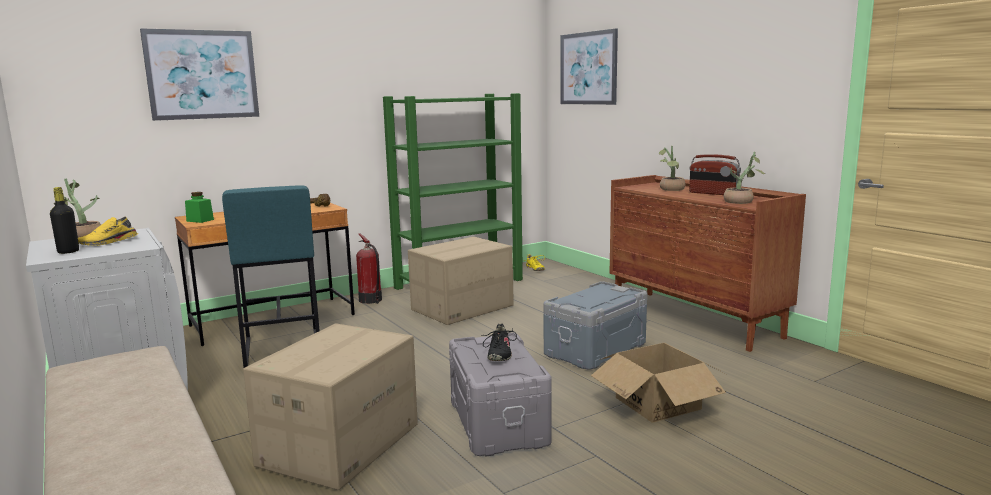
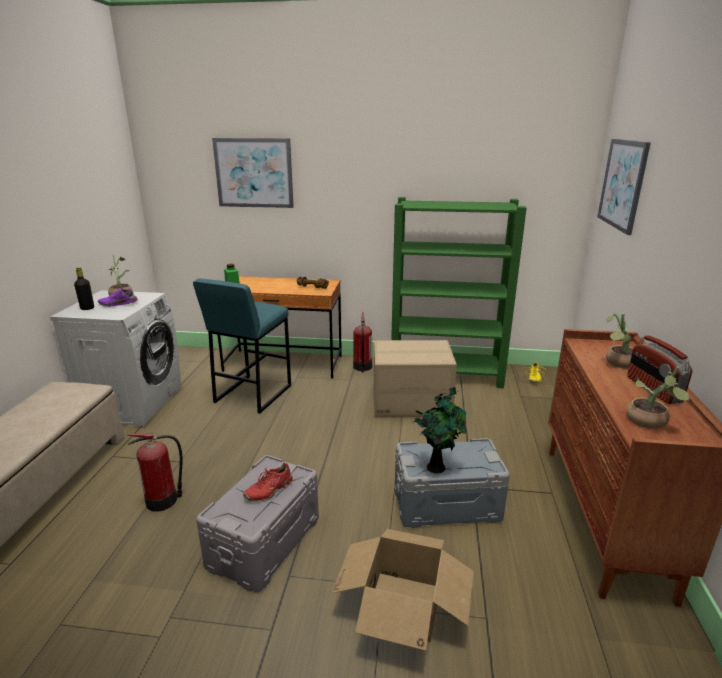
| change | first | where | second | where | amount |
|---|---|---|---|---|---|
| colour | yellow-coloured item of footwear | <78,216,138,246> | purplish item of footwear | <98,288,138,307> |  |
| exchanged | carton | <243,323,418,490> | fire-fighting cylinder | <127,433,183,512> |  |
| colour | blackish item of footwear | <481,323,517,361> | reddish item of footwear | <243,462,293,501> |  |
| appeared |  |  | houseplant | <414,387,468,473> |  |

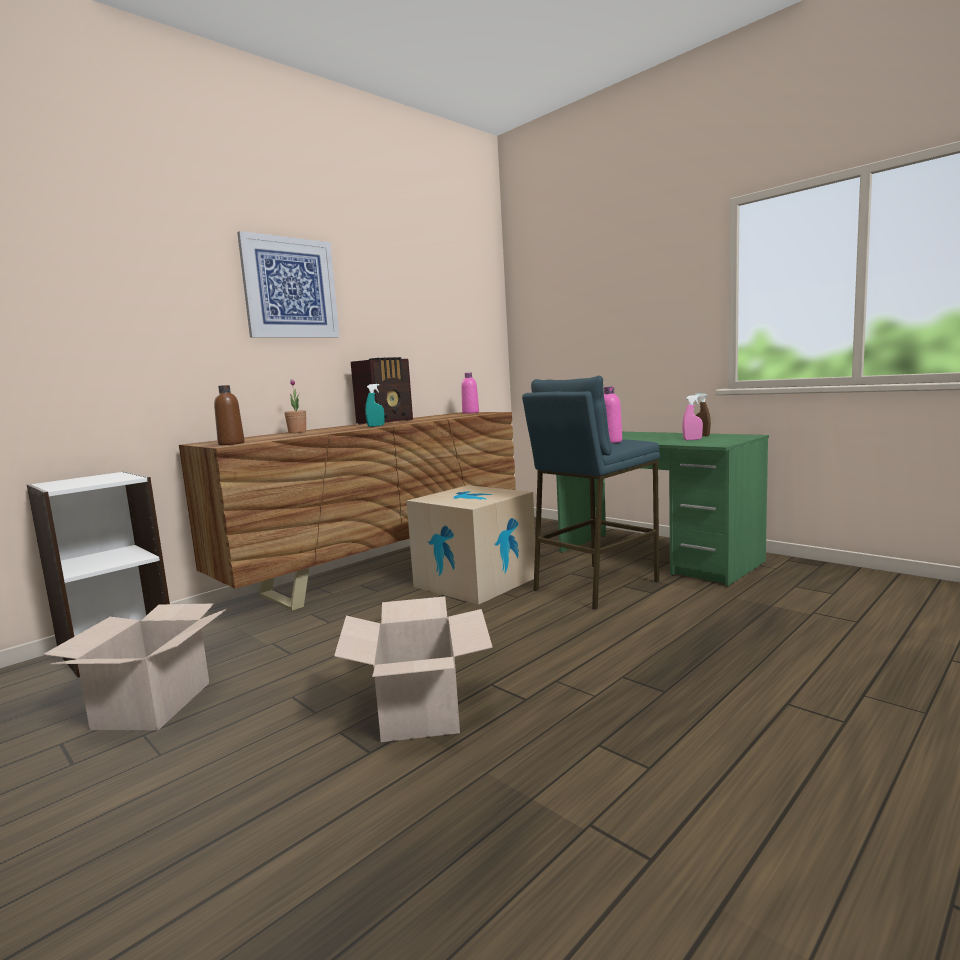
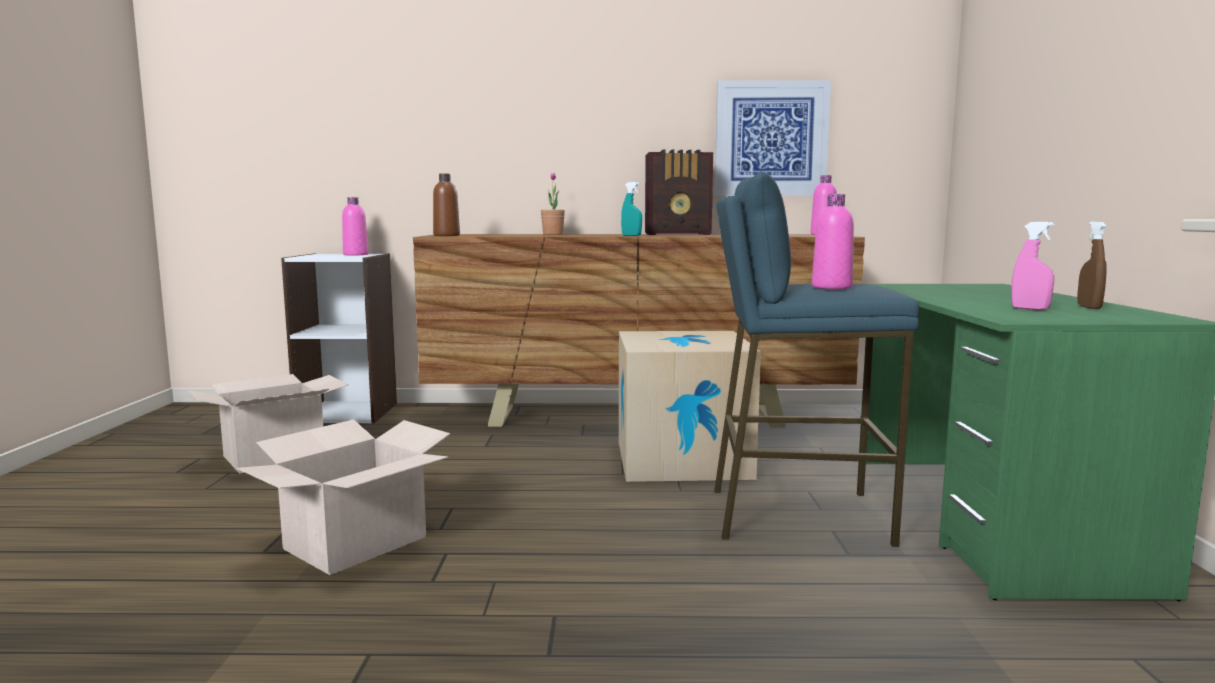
| change | first | where | second | where | amount |
|---|---|---|---|---|---|
| relocated | wall art | <237,231,339,338> |  | <715,80,831,196> |  |
| appeared |  |  | pinkish drink bottle | <342,197,369,255> |  |

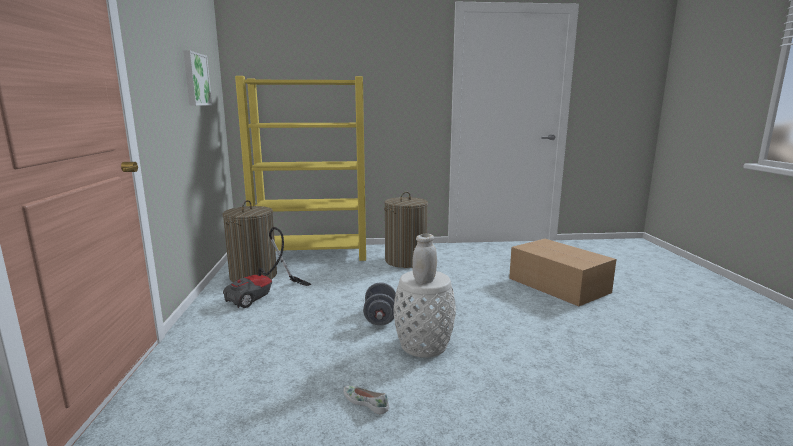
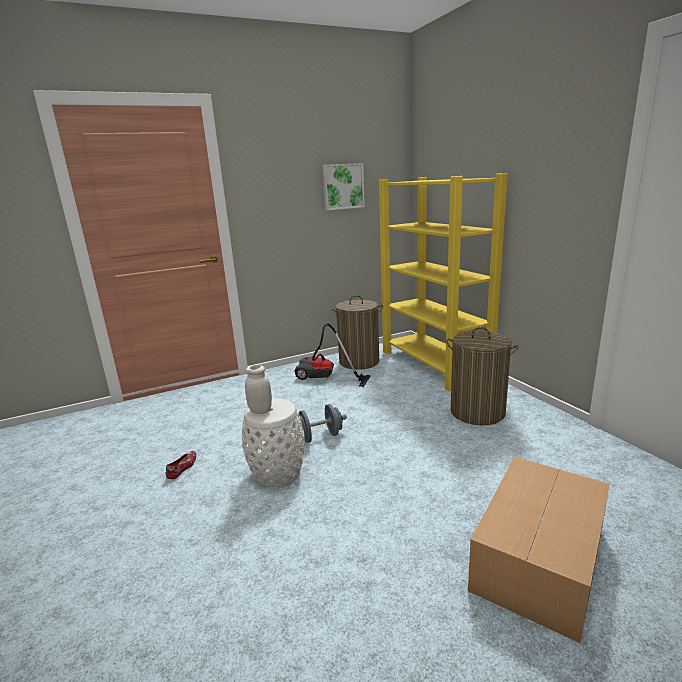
| change | first | where | second | where | amount |
|---|---|---|---|---|---|
| colour | whitish item of footwear | <343,385,389,414> | reddish item of footwear | <166,451,196,479> |  |

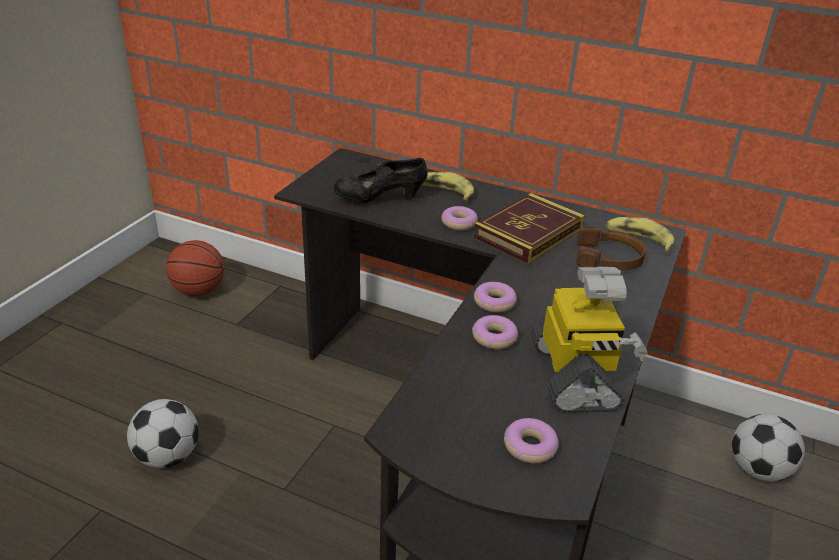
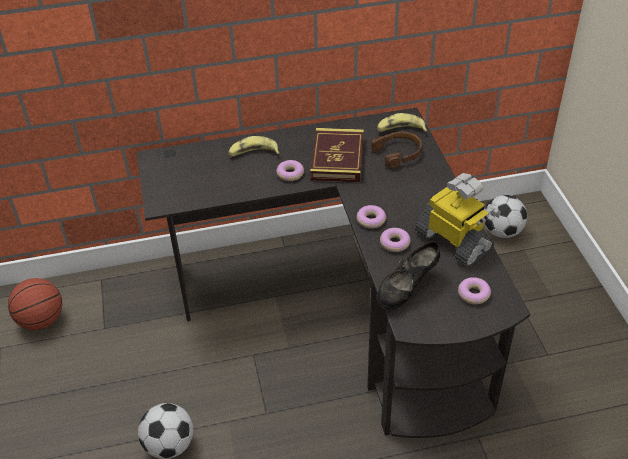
| change | first | where | second | where | amount |
|---|---|---|---|---|---|
| relocated | blackish item of footwear | <334,158,428,203> |  | <376,241,440,309> |  |

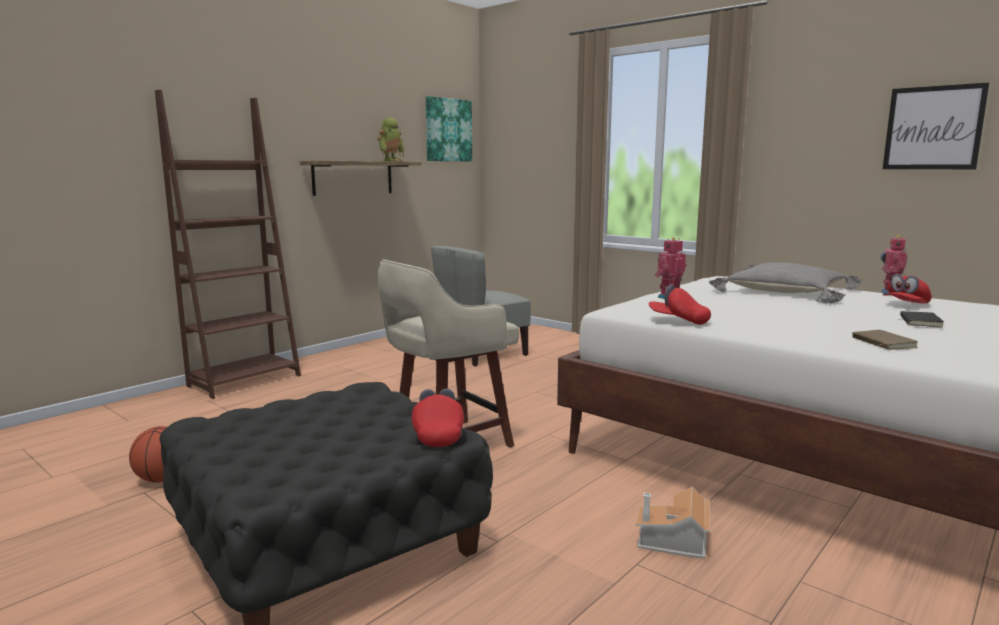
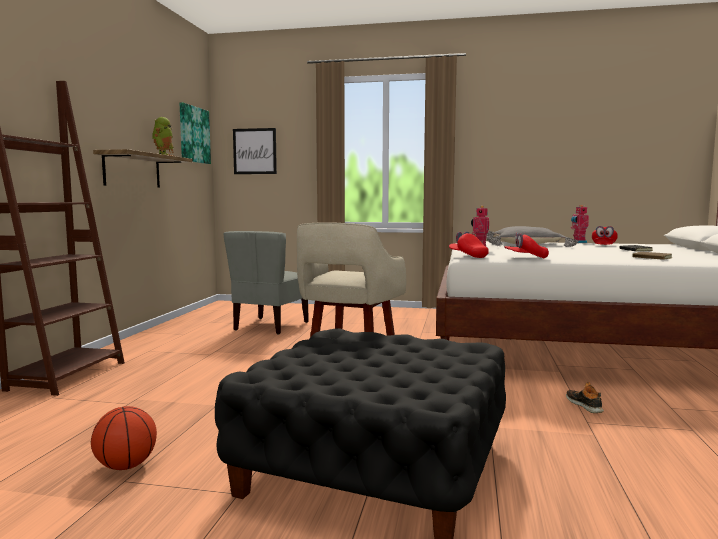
| change | first | where | second | where | amount |
|---|---|---|---|---|---|
| relocated | wall art | <883,83,990,169> |  | <233,128,277,174> |  |
| relocated | reddish peaked cap | <412,389,464,447> |  | <449,231,489,258> |  |
| exchanged | model house | <636,487,710,559> | item of footwear | <566,382,604,413> |  |

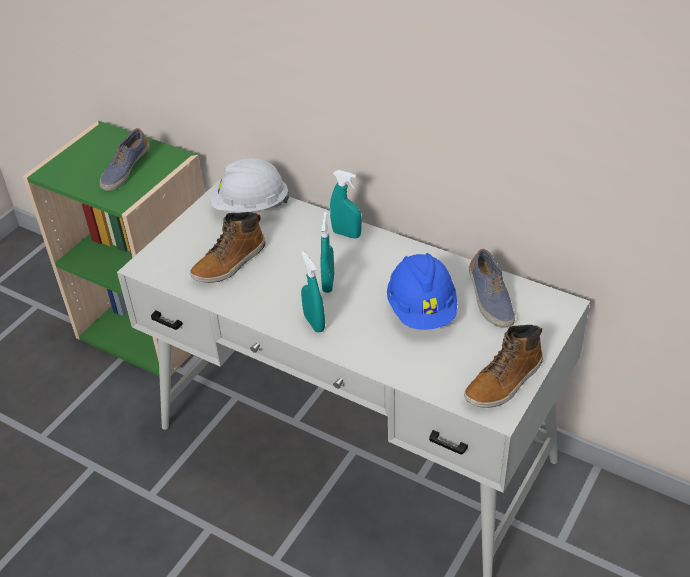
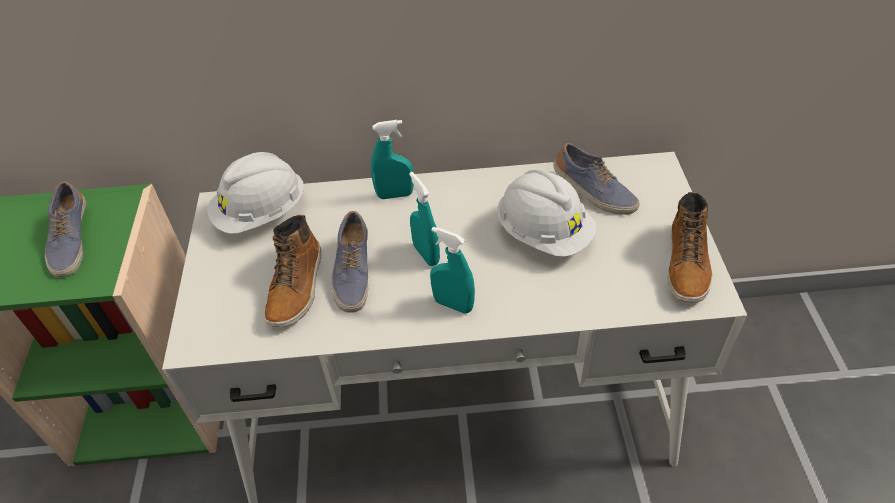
| change | first | where | second | where | amount |
|---|---|---|---|---|---|
| colour | blue hard hat | <387,253,457,330> | whitish hard hat | <497,170,597,257> |  |
| appeared |  |  | item of footwear | <331,211,368,313> |  |

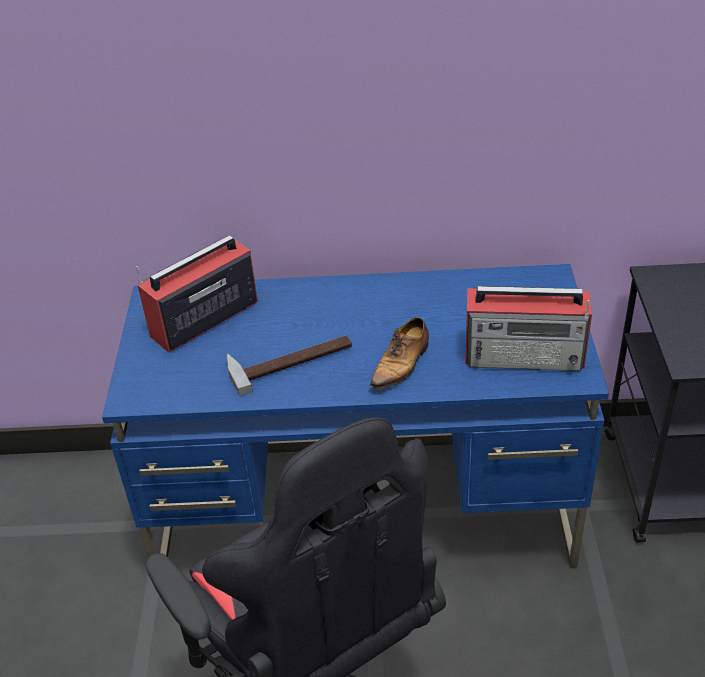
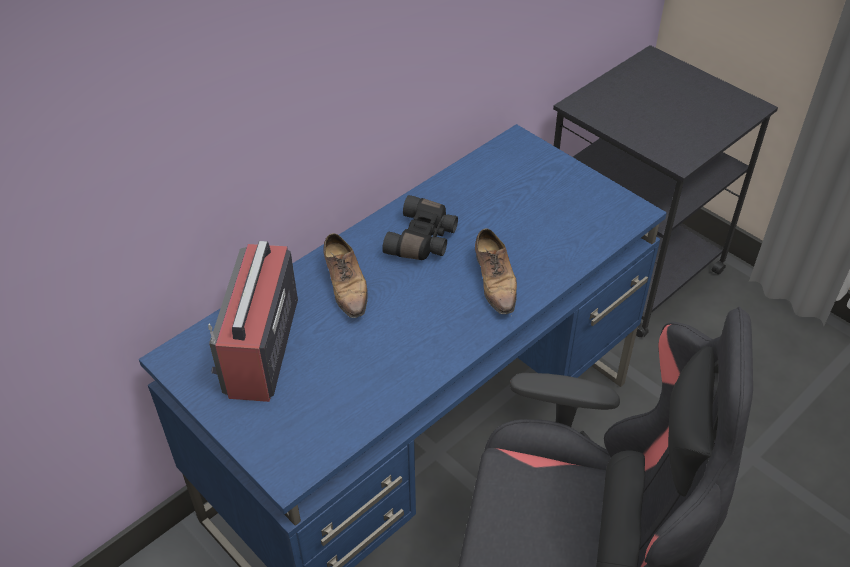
| change | first | where | second | where | amount |
|---|---|---|---|---|---|
| missing | radio | <465,286,592,371> |  |  |  |
| missing | hand hammer | <226,336,352,396> |  |  |  |
| appeared |  |  | blackish field glasses | <382,195,458,260> |  |
| appeared |  |  | item of footwear | <323,233,368,318> |  |

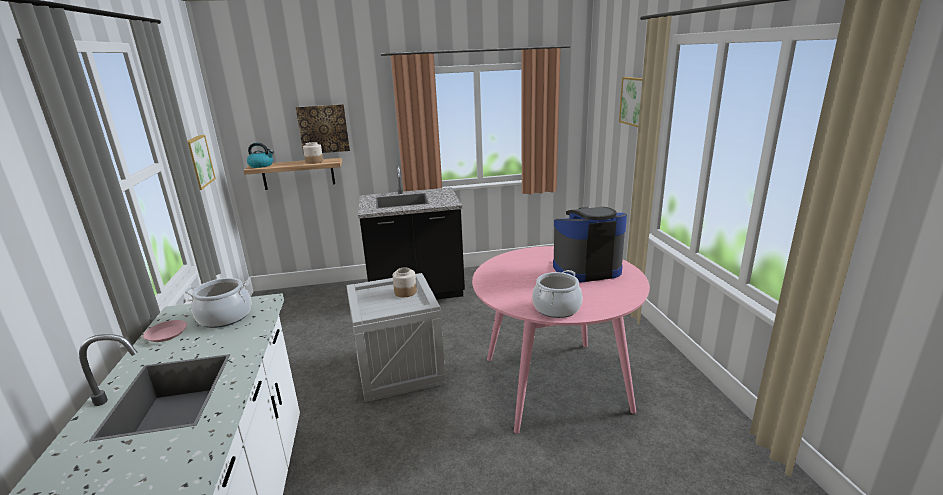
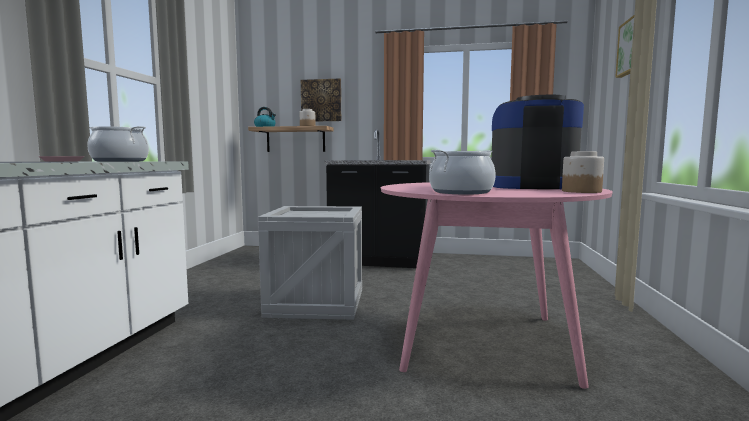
| change | first | where | second | where | amount |
|---|---|---|---|---|---|
| missing | wall art | <188,135,216,190> |  |  |  |
| relocated | jar | <393,268,417,297> |  | <562,151,604,193> |  |

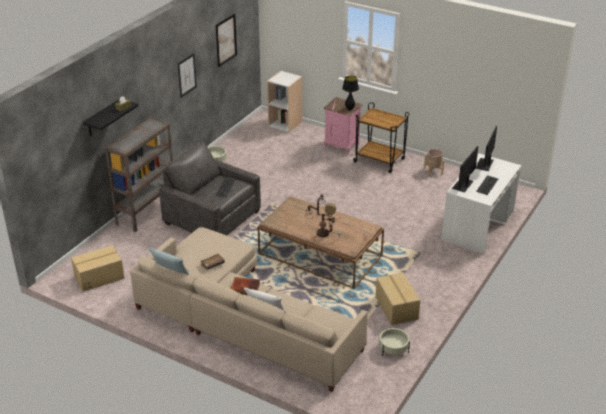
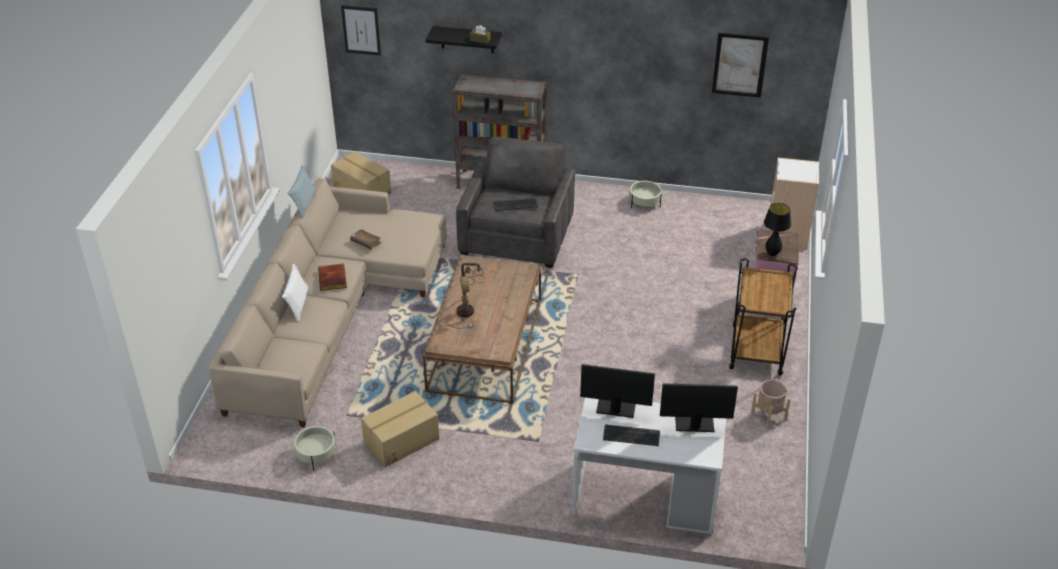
| change | first | where | second | where | amount |
|---|---|---|---|---|---|
| relocated | wall art | <178,53,197,98> |  | <341,5,381,56> |  |

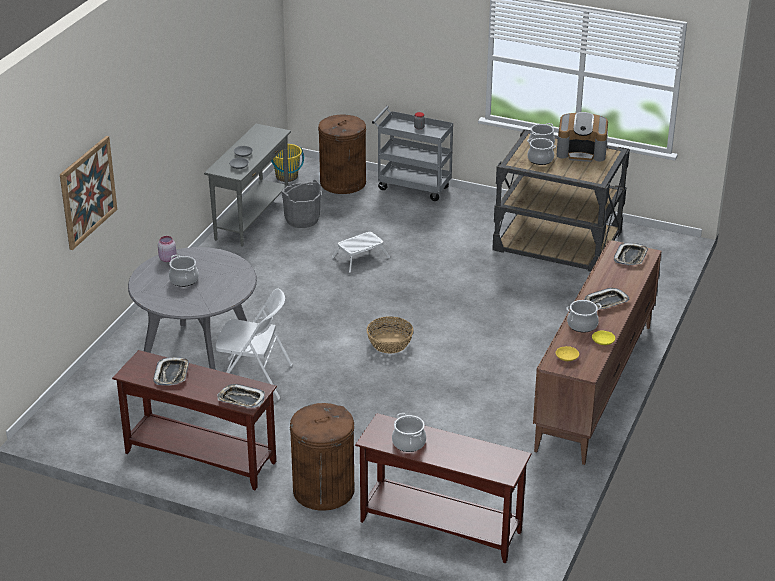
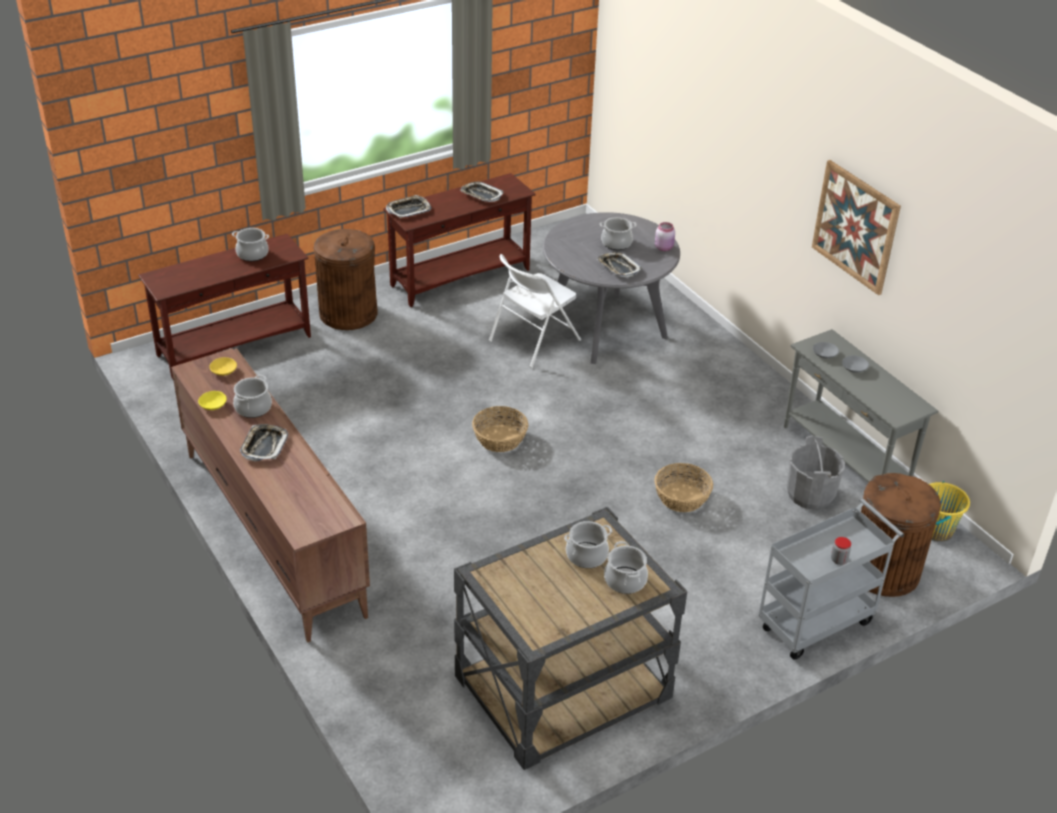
| change | first | where | second | where | amount |
|---|---|---|---|---|---|
| missing | coffee maker | <557,112,608,162> |  |  |  |
| relocated | wall art | <60,136,117,250> |  | <812,160,901,295> |  |
| exchanged | whitish step ladder | <332,232,390,272> | basket | <654,463,713,512> |  |
| relocated | tray | <614,243,648,265> |  | <597,252,642,277> |  |

